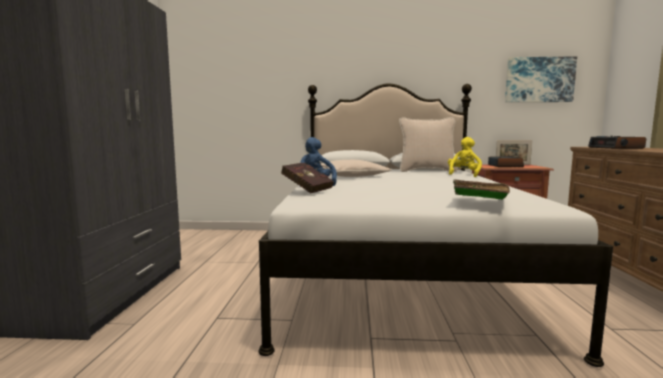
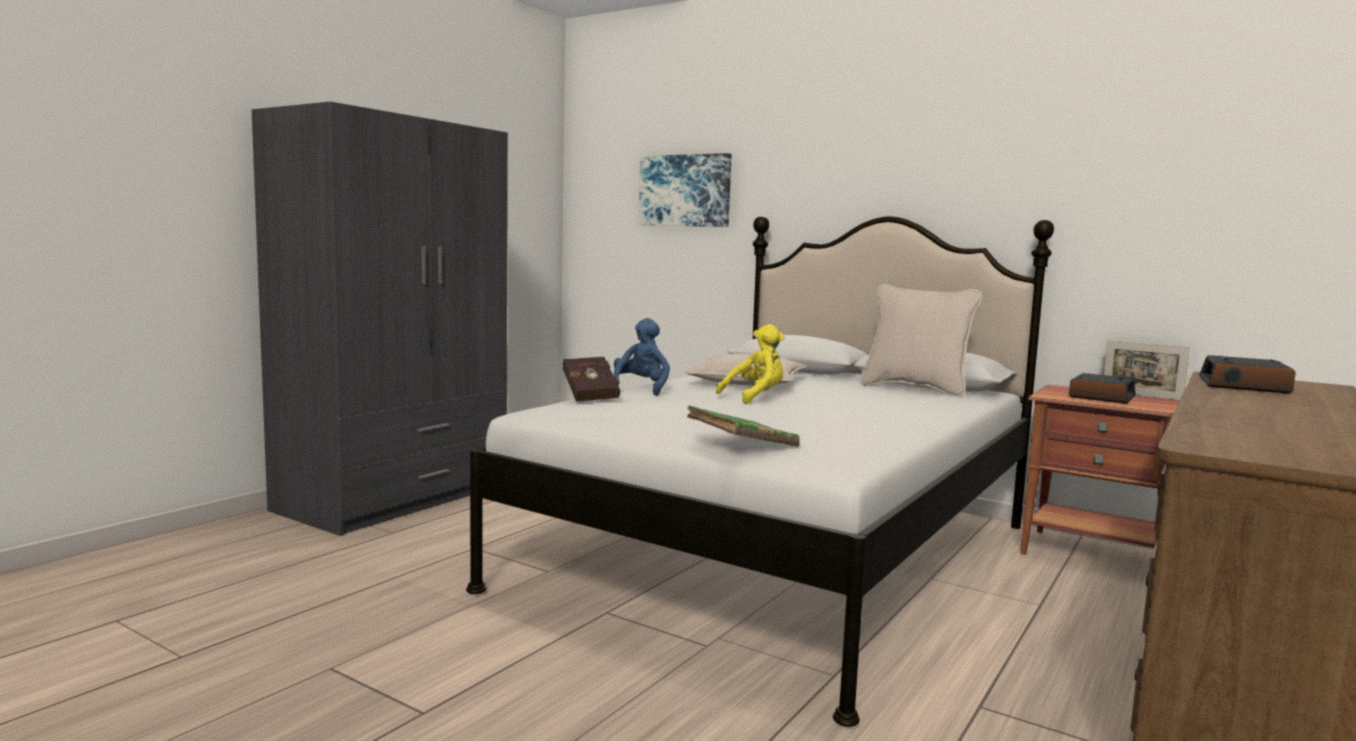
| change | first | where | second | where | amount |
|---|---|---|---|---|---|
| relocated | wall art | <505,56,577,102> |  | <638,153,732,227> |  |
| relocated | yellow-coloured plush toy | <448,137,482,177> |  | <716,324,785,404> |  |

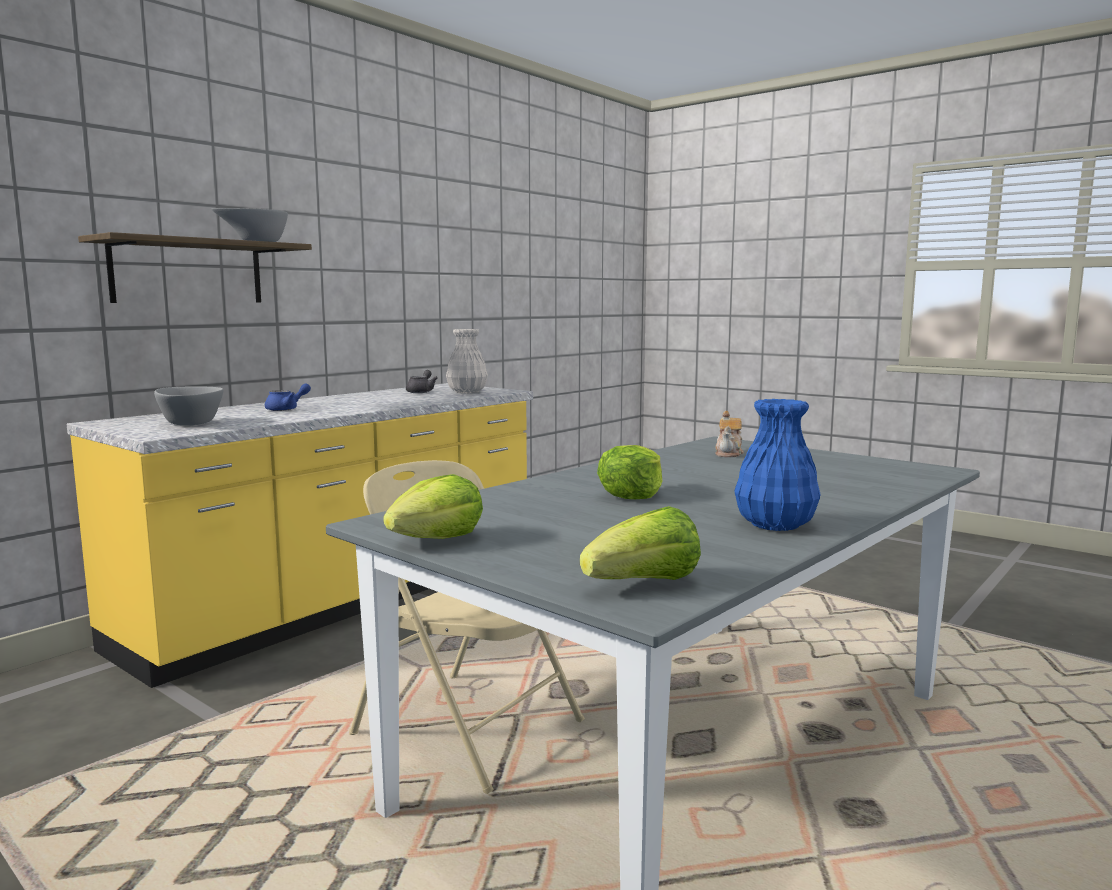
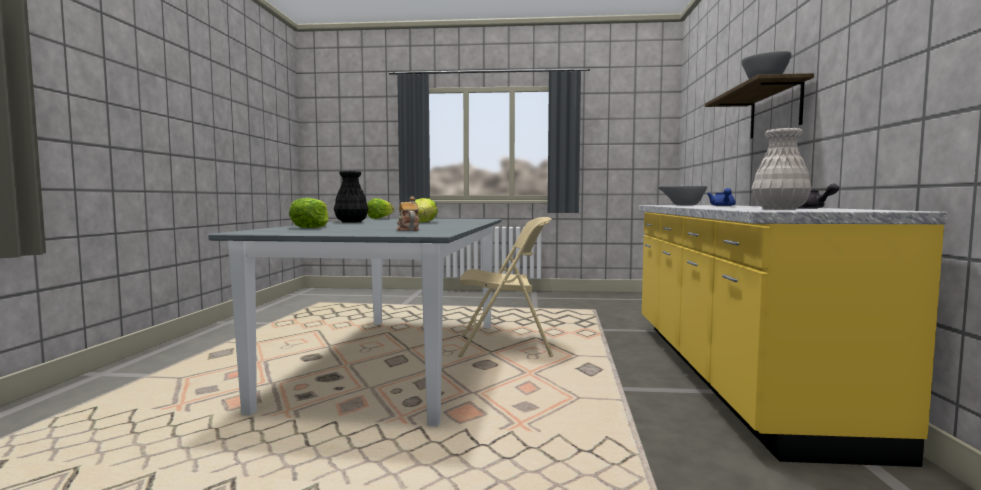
| change | first | where | second | where | amount |
|---|---|---|---|---|---|
| colour | blue decorative vase | <734,399,820,531> | blackish decorative vase | <334,171,368,223> |  |
| relocated | head of lettuce | <383,474,483,539> |  | <289,198,329,228> |  |

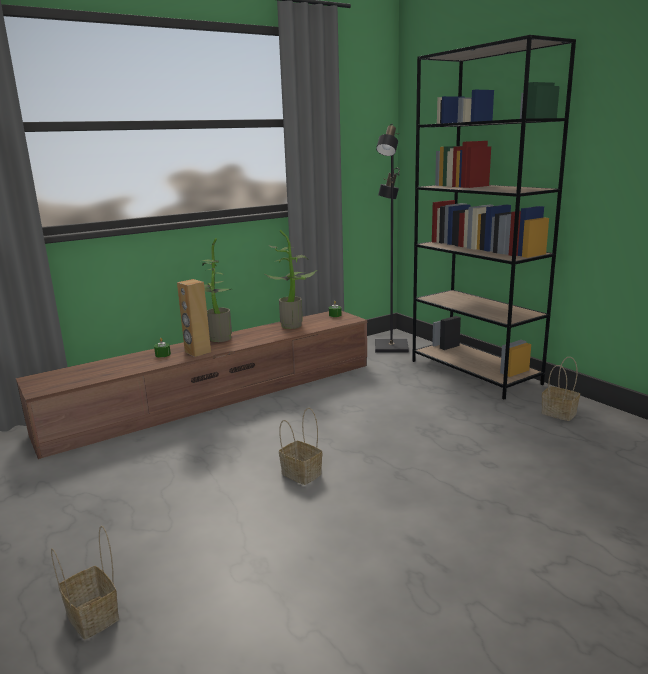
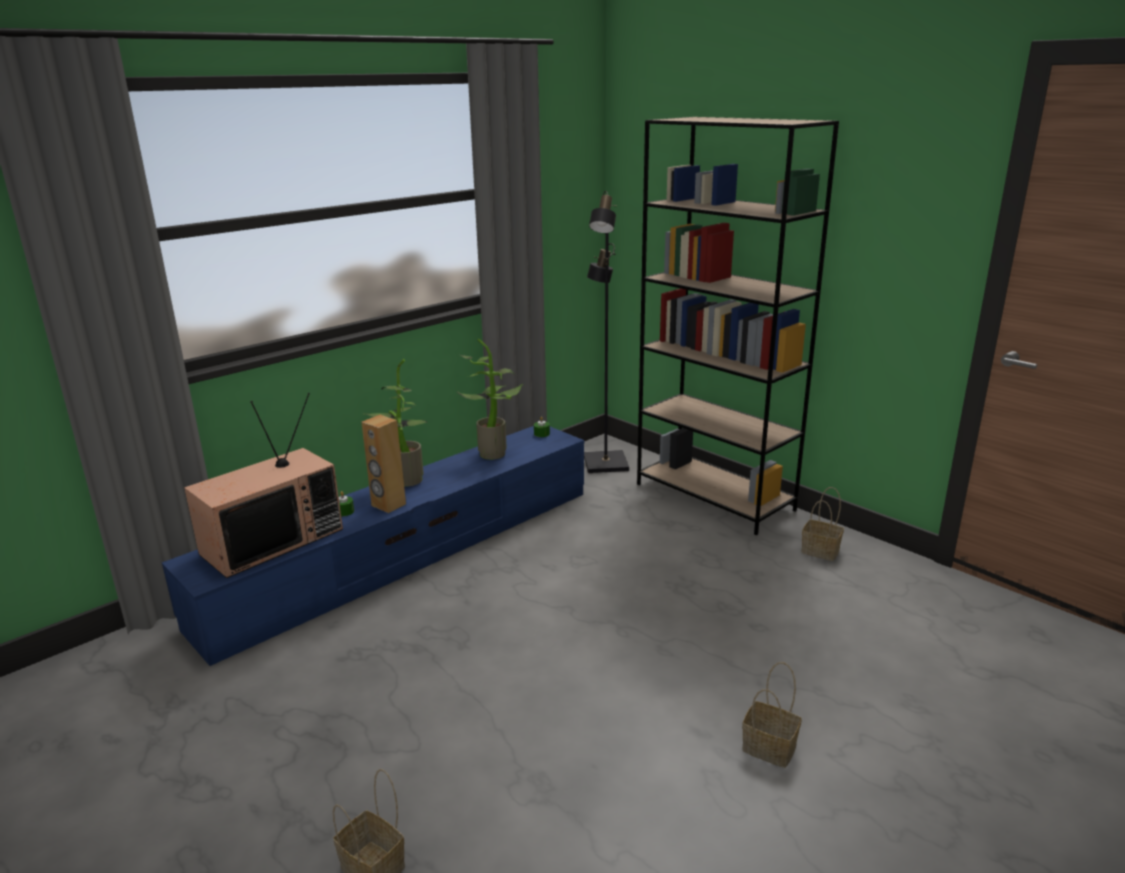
| change | first | where | second | where | amount |
|---|---|---|---|---|---|
| colour | brown-coloured tv stand | <16,311,367,459> | blue tv stand | <162,426,584,666> |  |
| relocated | basket | <279,408,323,485> |  | <742,662,802,768> |  |
| appeared |  |  | TV | <184,393,343,578> |  |

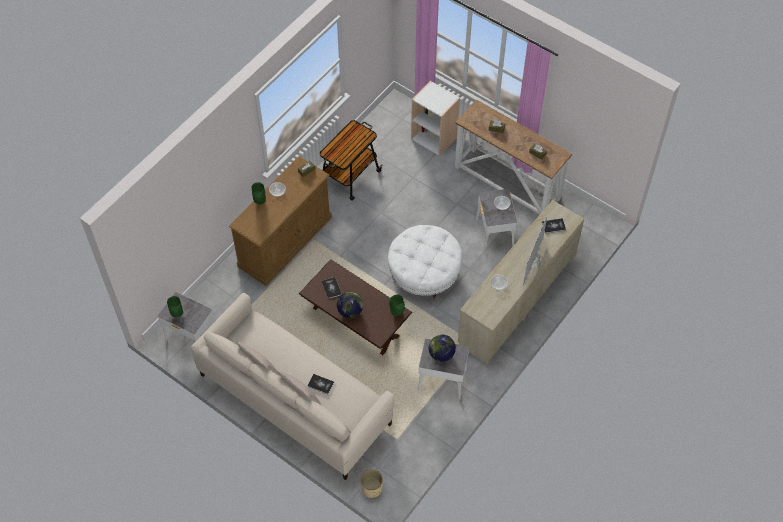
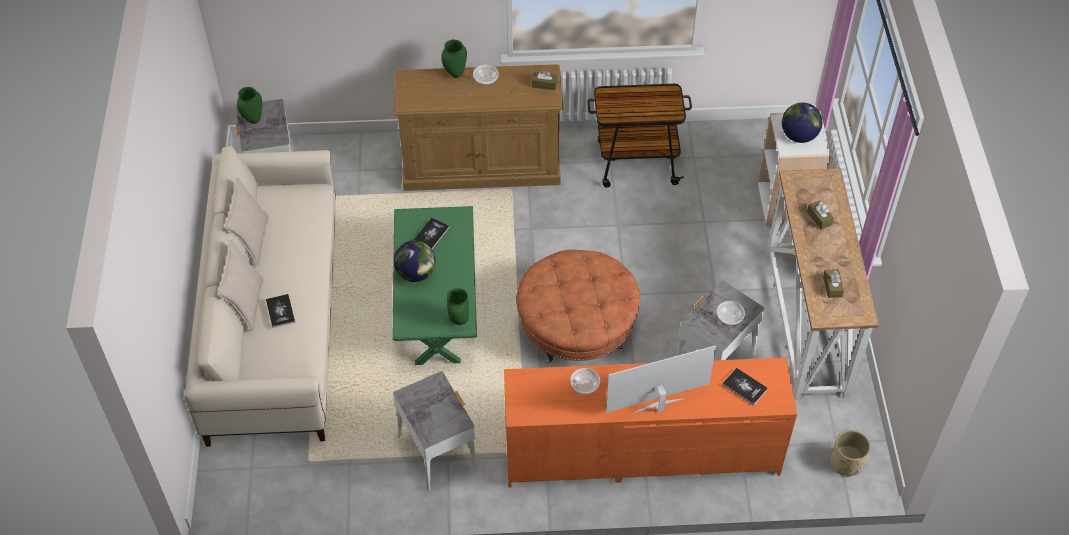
| change | first | where | second | where | amount |
|---|---|---|---|---|---|
| colour | beige-coloured tv stand | <458,200,584,364> | orange-coloured tv stand | <504,358,797,488> |  |
| colour | whitish footrest | <388,225,462,300> | brown-coloured footrest | <516,250,640,363> |  |
| colour | brown-coloured low table | <299,259,412,355> | green-coloured low table | <392,206,477,365> |  |
| relocated | world globe | <429,335,456,362> |  | <782,103,823,143> |  |
| relocated | beige-coloured plant pot | <361,470,383,498> |  | <831,430,870,476> |  |

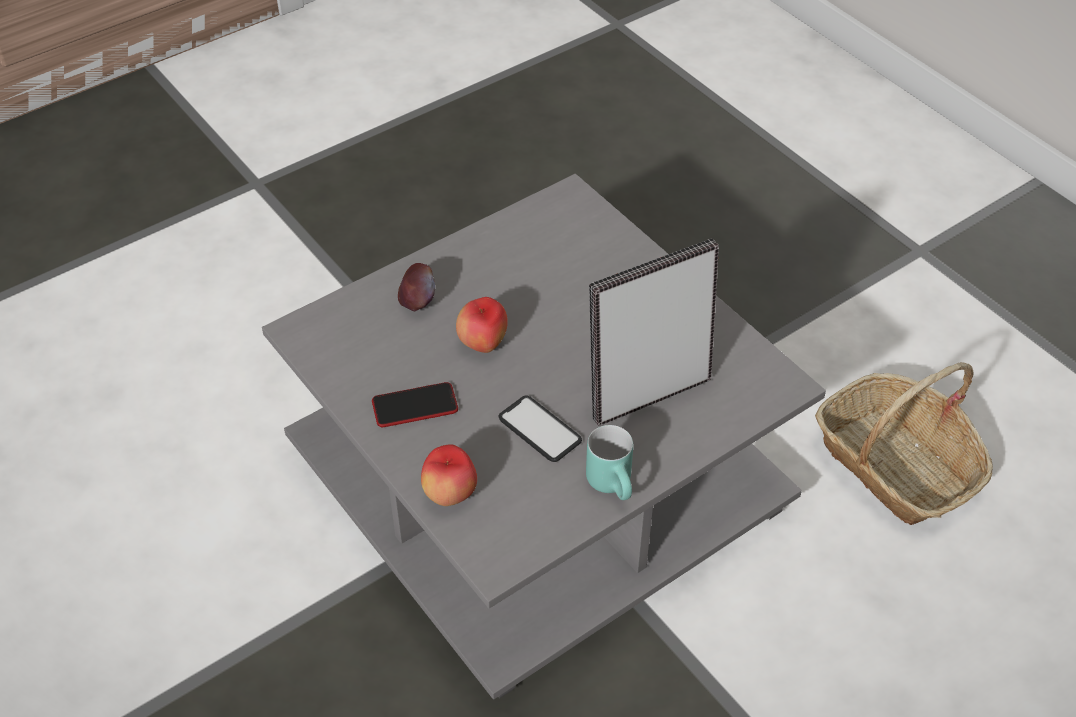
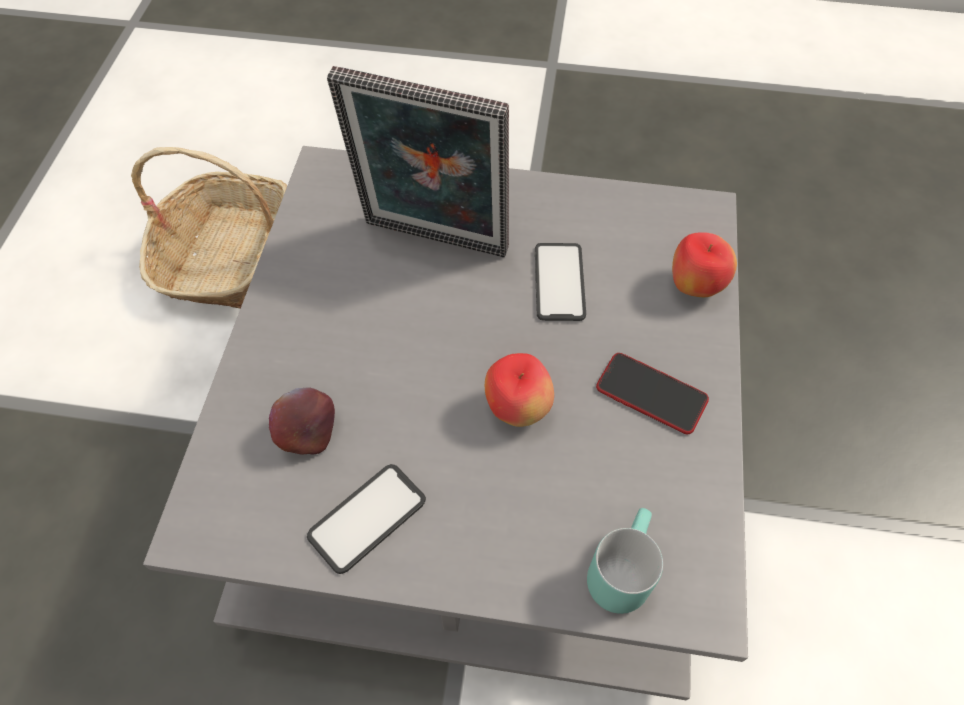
| change | first | where | second | where | amount |
|---|---|---|---|---|---|
| relocated | whole apple | <398,263,435,312> |  | <269,387,335,455> |  |
| relocated | turquoise-coloured mug | <586,425,633,500> |  | <587,508,663,614> |  |
| appeared |  |  | telephone | <307,464,426,574> |  |

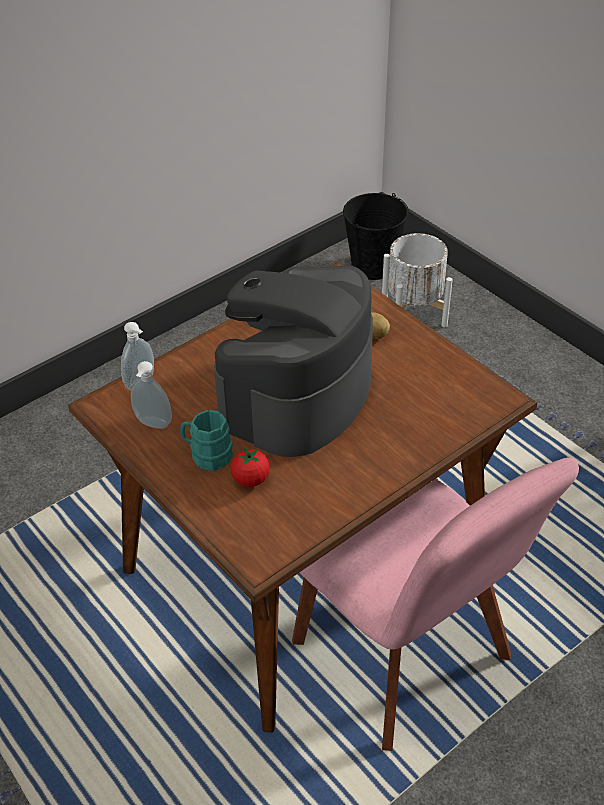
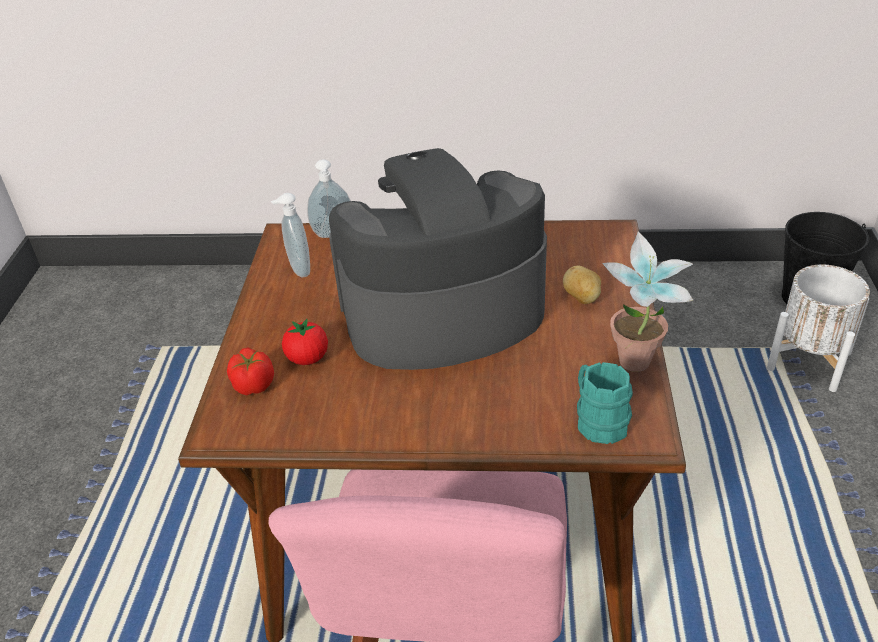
| change | first | where | second | where | amount |
|---|---|---|---|---|---|
| relocated | turquoise-coloured mug | <180,410,233,471> |  | <577,362,633,444> |  |
| appeared |  |  | houseplant | <603,231,694,372> |  |
| appeared |  |  | tomato | <227,348,274,395> |  |

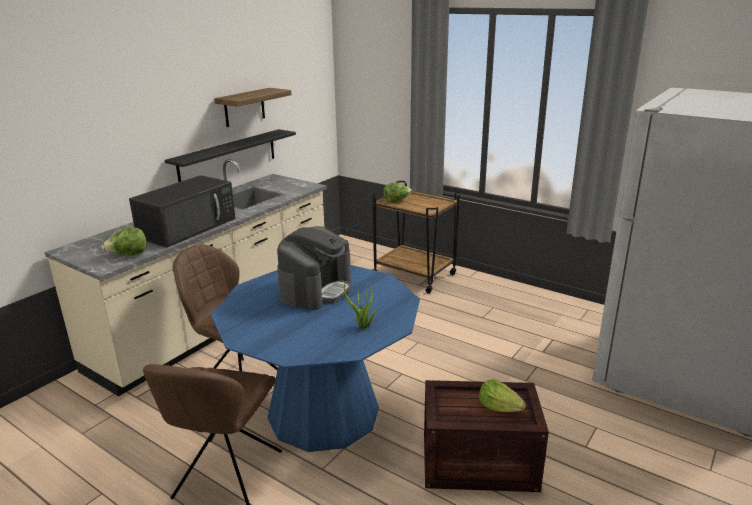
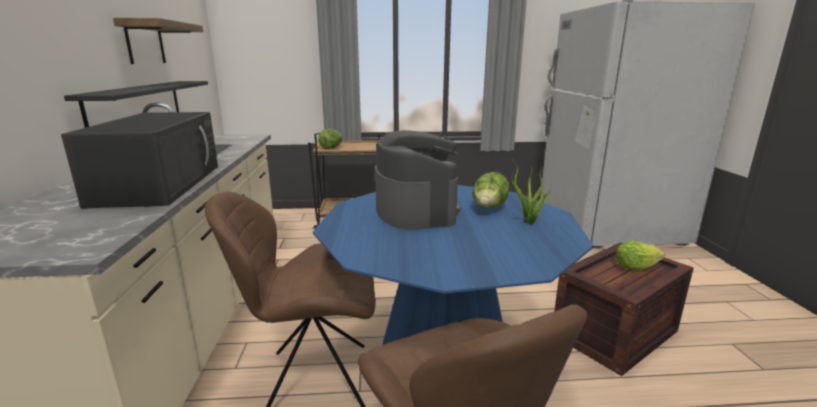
| change | first | where | second | where | amount |
|---|---|---|---|---|---|
| relocated | head of lettuce | <102,227,147,255> |  | <472,172,509,208> |  |

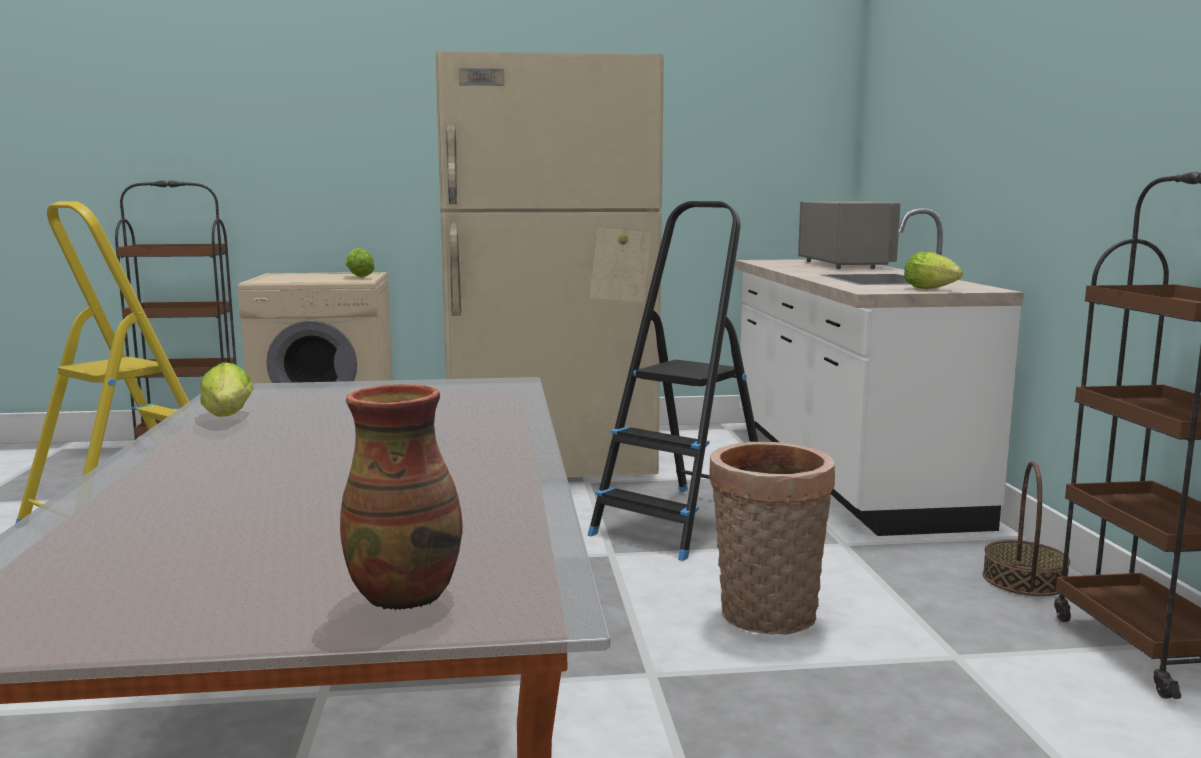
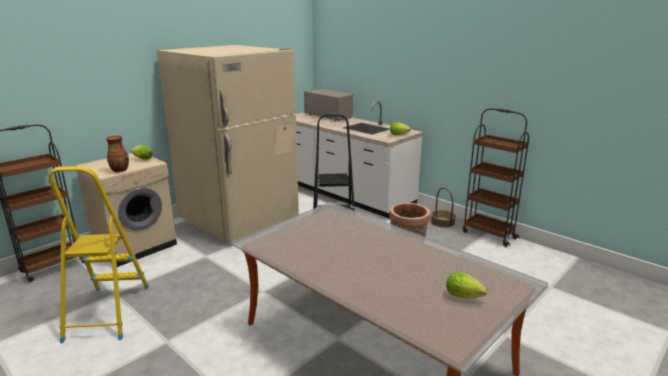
| change | first | where | second | where | amount |
|---|---|---|---|---|---|
| relocated | head of lettuce | <200,362,253,417> |  | <446,272,487,299> |  |
| relocated | decorative vase | <340,384,463,611> |  | <106,136,129,172> |  |

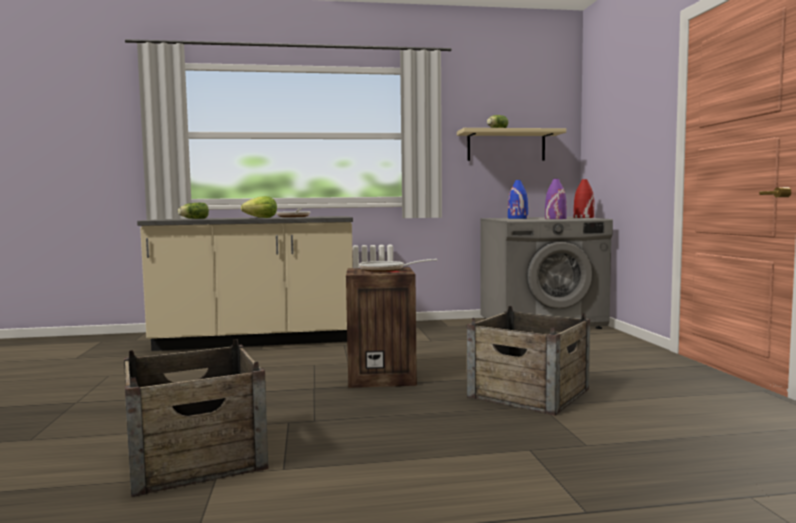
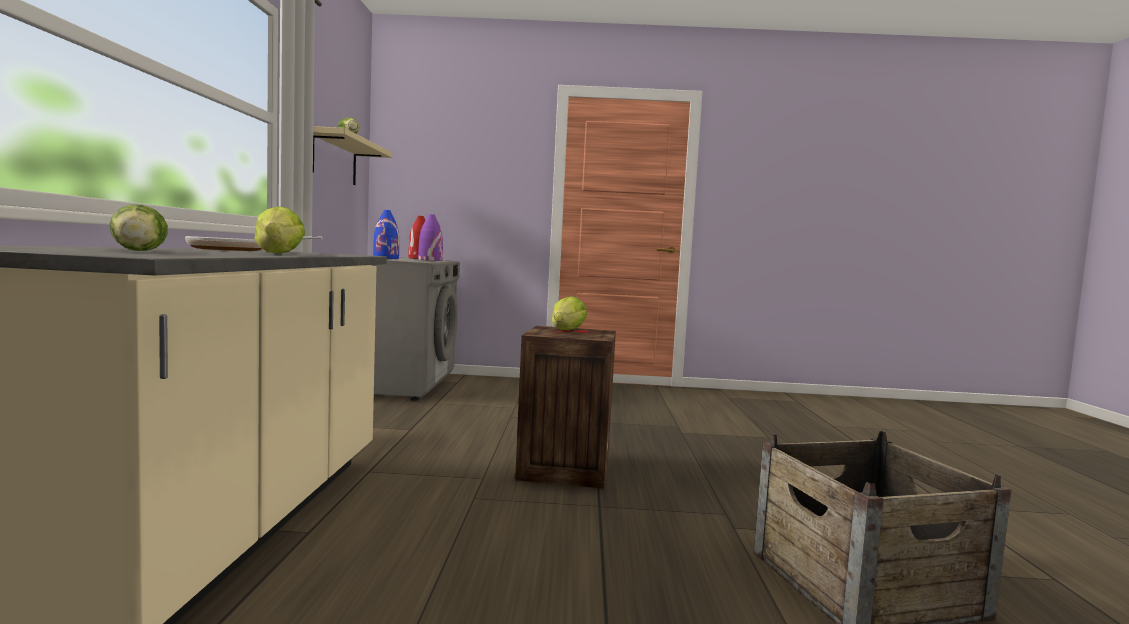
| change | first | where | second | where | amount |
|---|---|---|---|---|---|
| exchanged | pan | <359,259,437,272> | head of lettuce | <552,296,587,330> |  |
| missing | packing crate | <467,306,590,416> |  |  |  |

